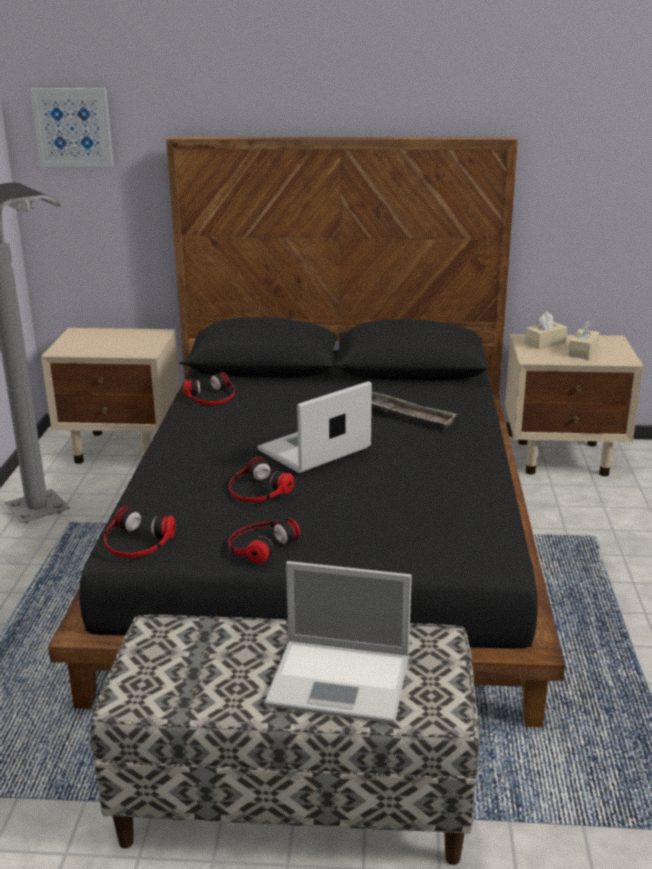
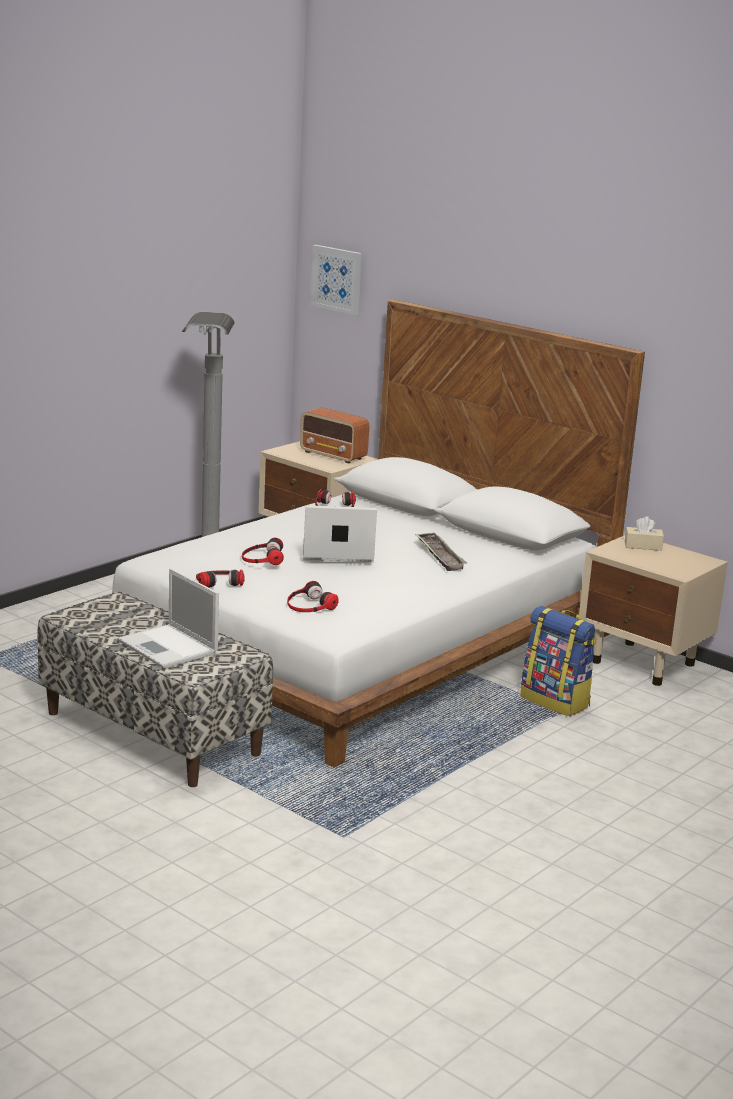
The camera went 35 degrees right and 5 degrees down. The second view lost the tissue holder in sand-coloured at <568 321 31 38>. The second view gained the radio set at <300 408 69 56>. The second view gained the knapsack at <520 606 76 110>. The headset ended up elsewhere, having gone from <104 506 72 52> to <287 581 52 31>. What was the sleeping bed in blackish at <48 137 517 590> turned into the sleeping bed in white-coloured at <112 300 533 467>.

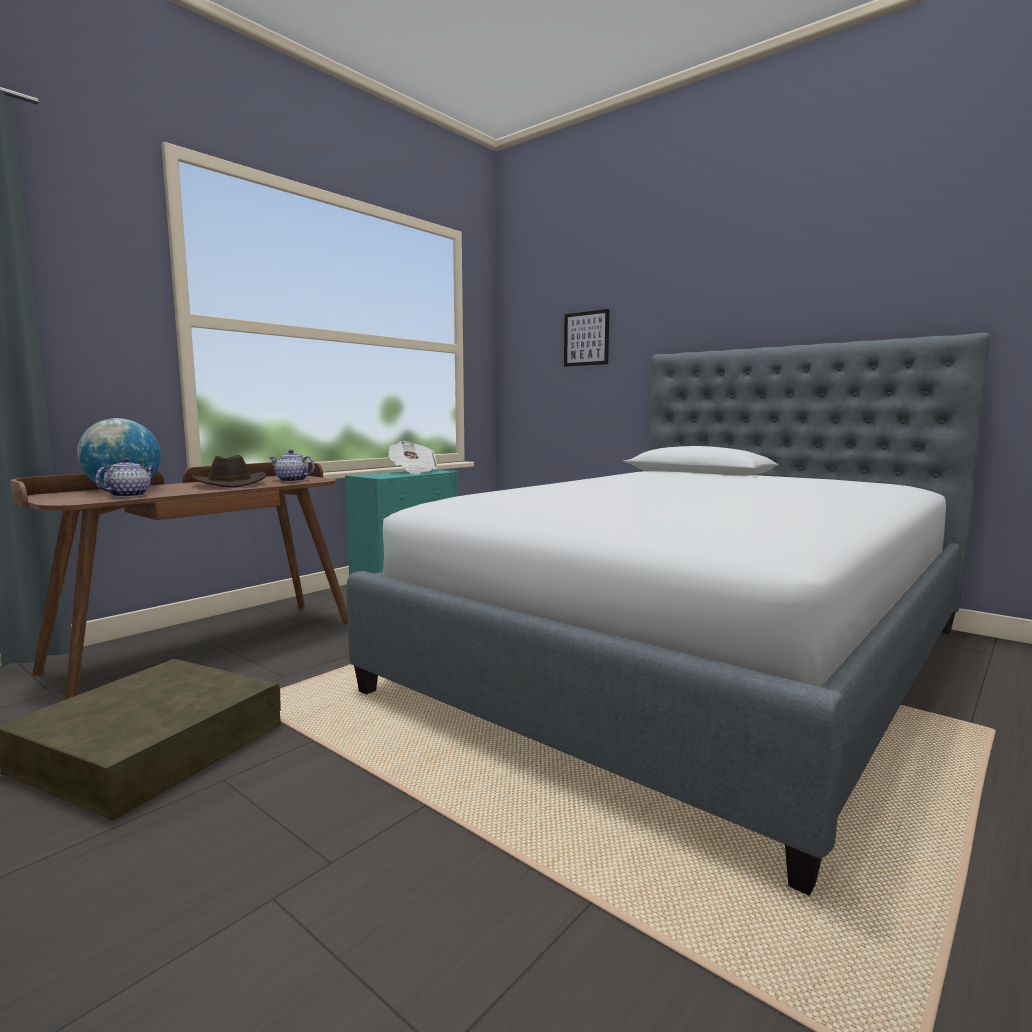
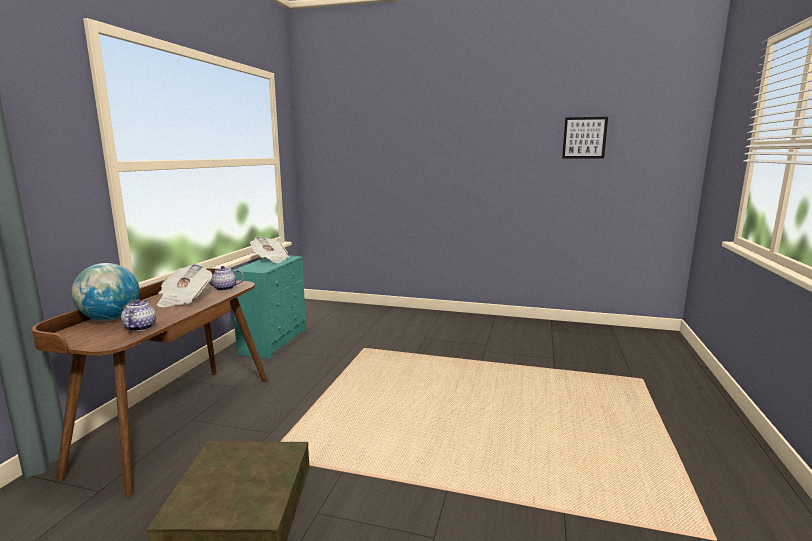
The camera went 25 degrees left and 5 degrees up. The second view lost the sleeping bed at <347 333 643 563>. The wall picture ended up elsewhere, having gone from <564 309 45 58> to <562 117 46 42>. Where the clothing hat in brown stood at <191 455 75 33>, the daily paper came to stand at <157 264 55 43>.

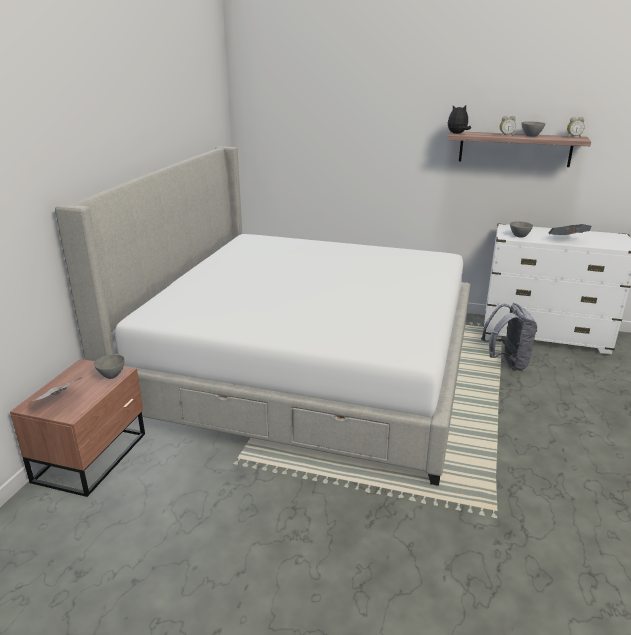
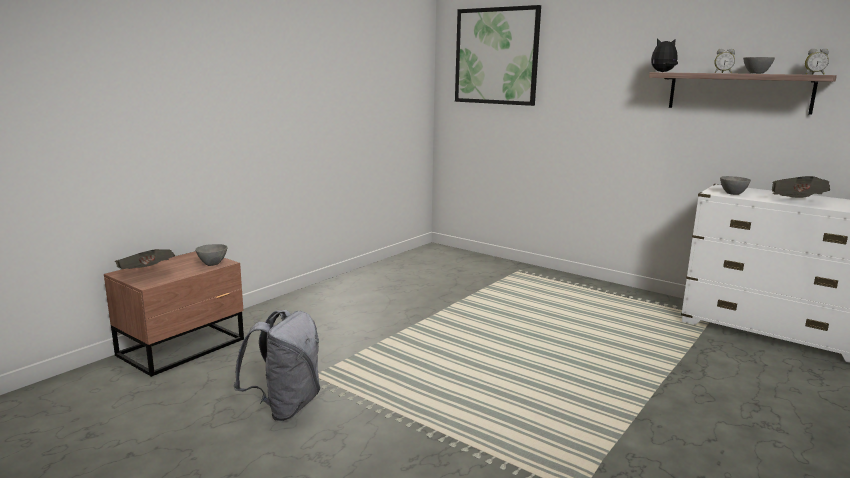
The camera went 20 degrees right and 10 degrees down. The second view lost the sleeping bed at <55 146 415 340>. The second view gained the wall picture at <455 5 86 101>. The knapsack in grey ended up elsewhere, having gone from <481 303 56 68> to <234 310 86 111>.

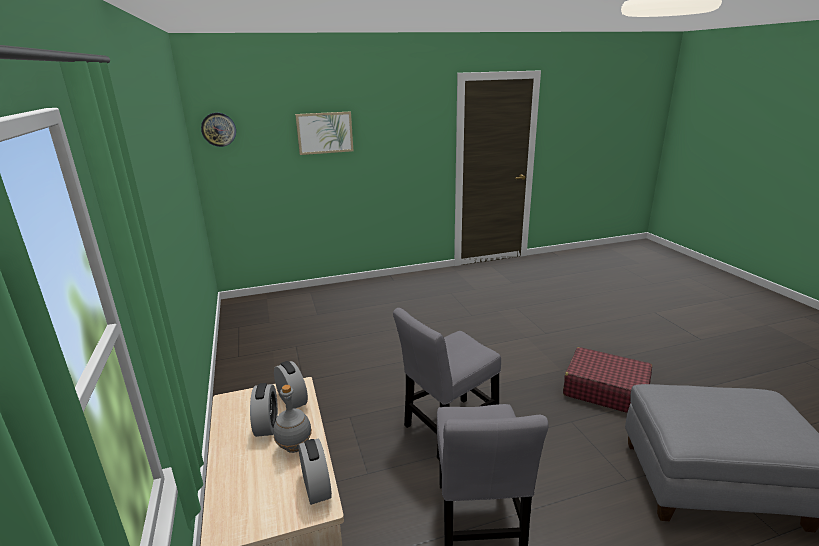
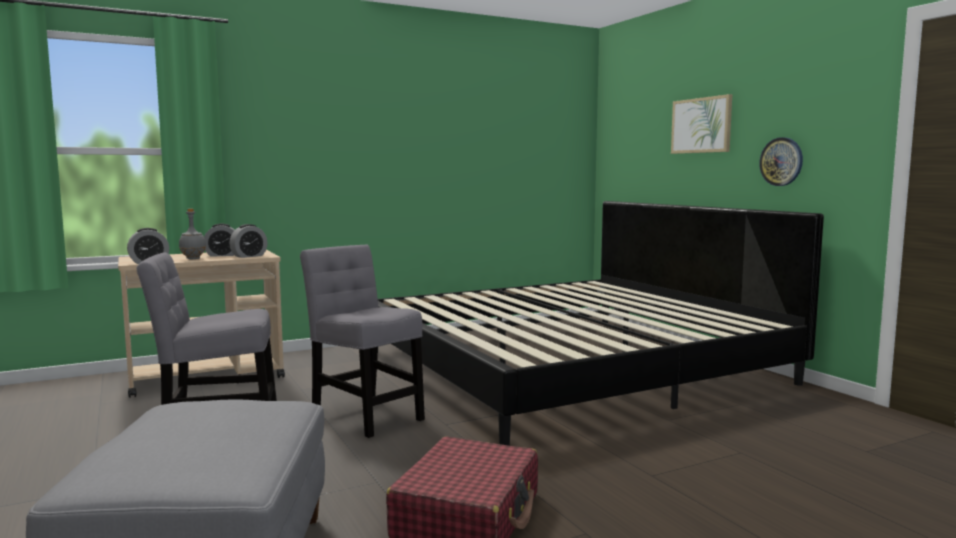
The camera went 80 degrees right and 15 degrees down. The second view gained the sleeping bed at <378 201 446 245>. The wall clock ended up elsewhere, having gone from <201 113 35 34> to <759 137 44 49>.

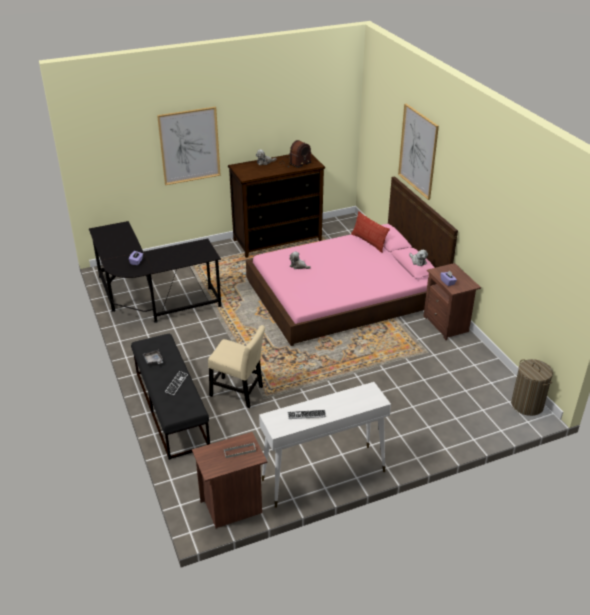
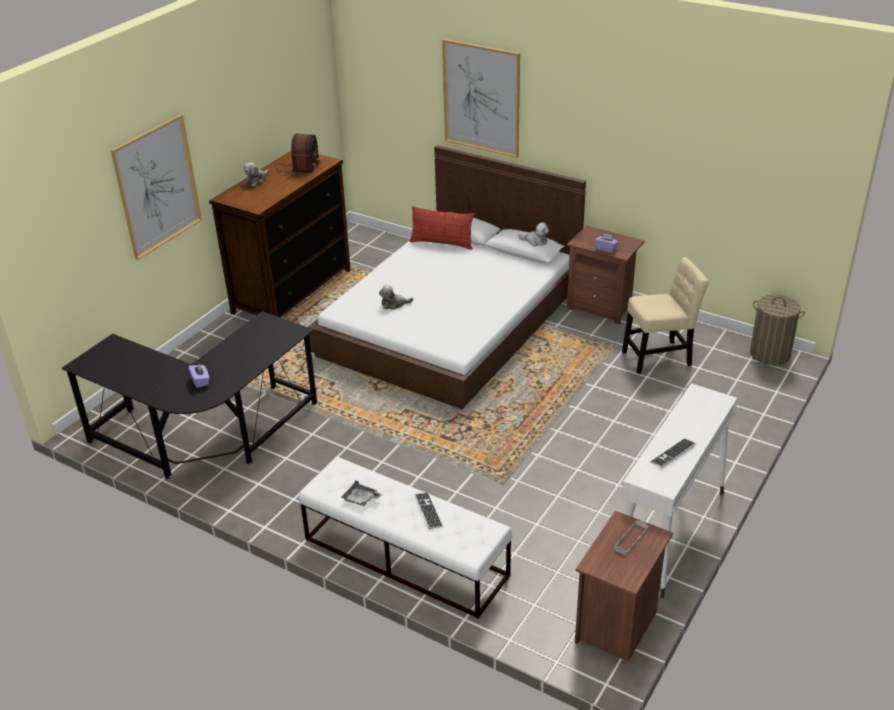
The camera went 35 degrees left and 0 degrees up. The upright chair in sand-coloured ended up elsewhere, having gone from <208 325 57 83> to <622 257 87 117>. What was the long seat in blackish at <131 334 79 126> turned into the long seat in white-coloured at <299 457 213 162>. What was the sleeping bed in pink at <246 176 212 170> turned into the sleeping bed in white-coloured at <308 145 278 264>.

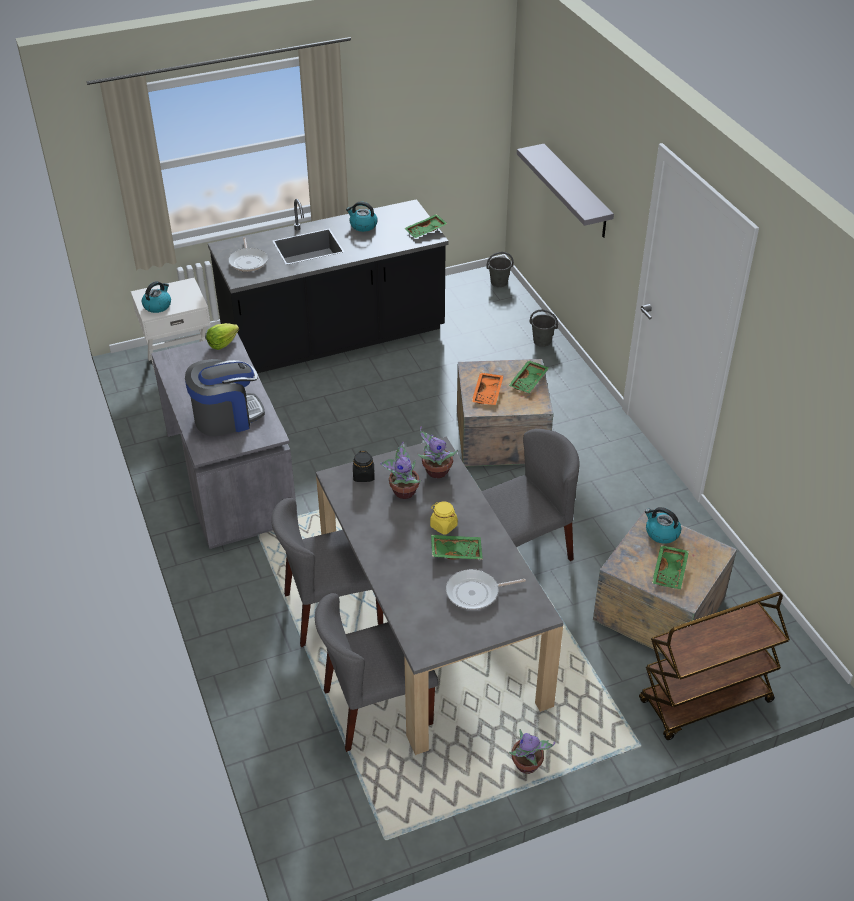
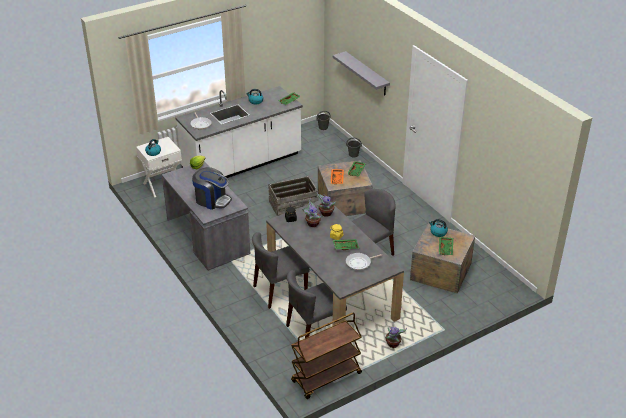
The camera went 10 degrees left and 5 degrees down. The second view gained the packing crate at <268 176 50 40>. The trolley in brown ended up elsewhere, having gone from <639 592 151 148> to <291 313 71 86>. What was the kitchen base unit in blackish at <208 199 241 174> turned into the kitchen base unit in white-coloured at <176 86 127 92>. The coffee maker at <185 359 80 78> ended up facing another way, 60 degrees clockwise from before.

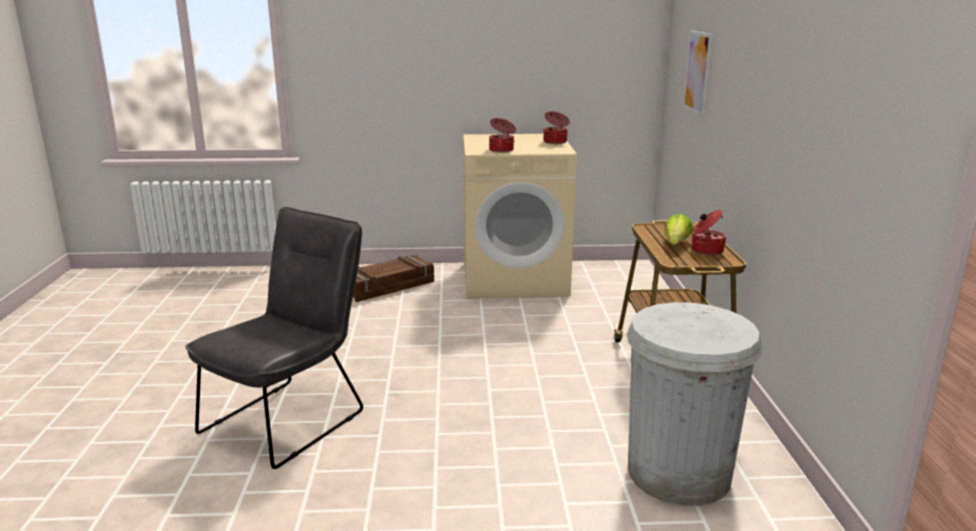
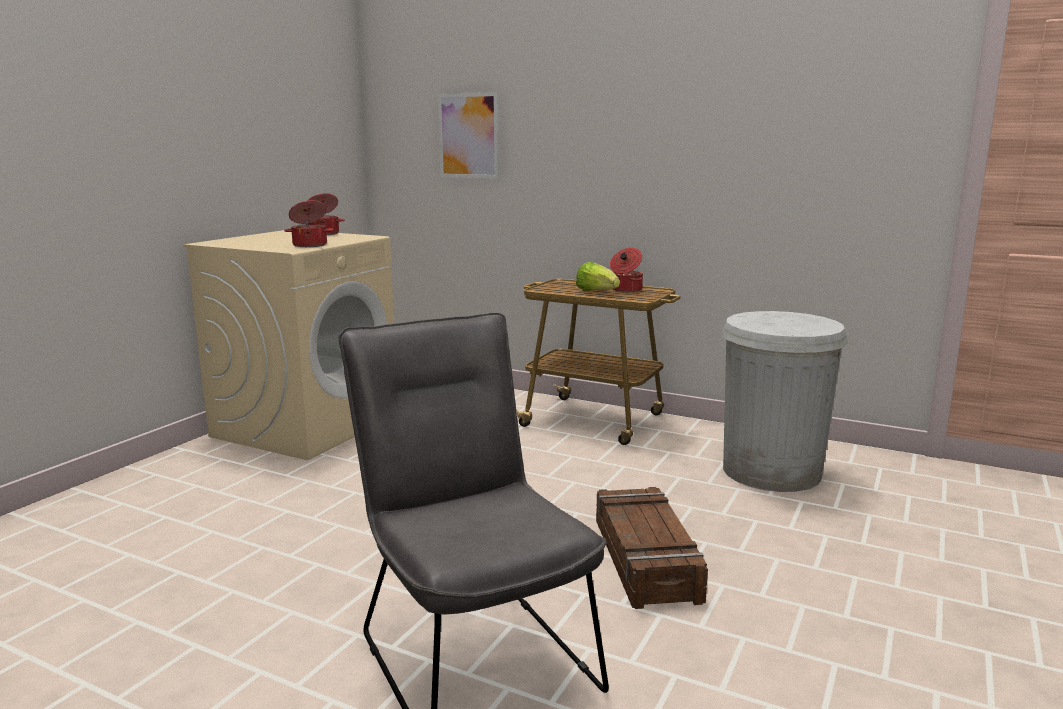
The camera went 60 degrees left and 5 degrees down. The packing crate ended up elsewhere, having gone from <353 255 81 47> to <596 487 112 122>.

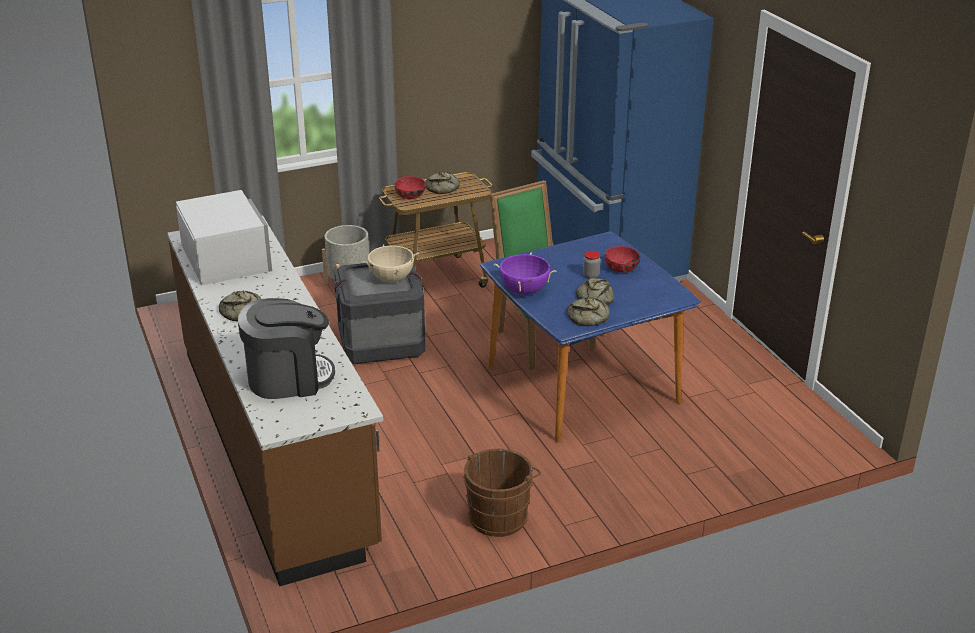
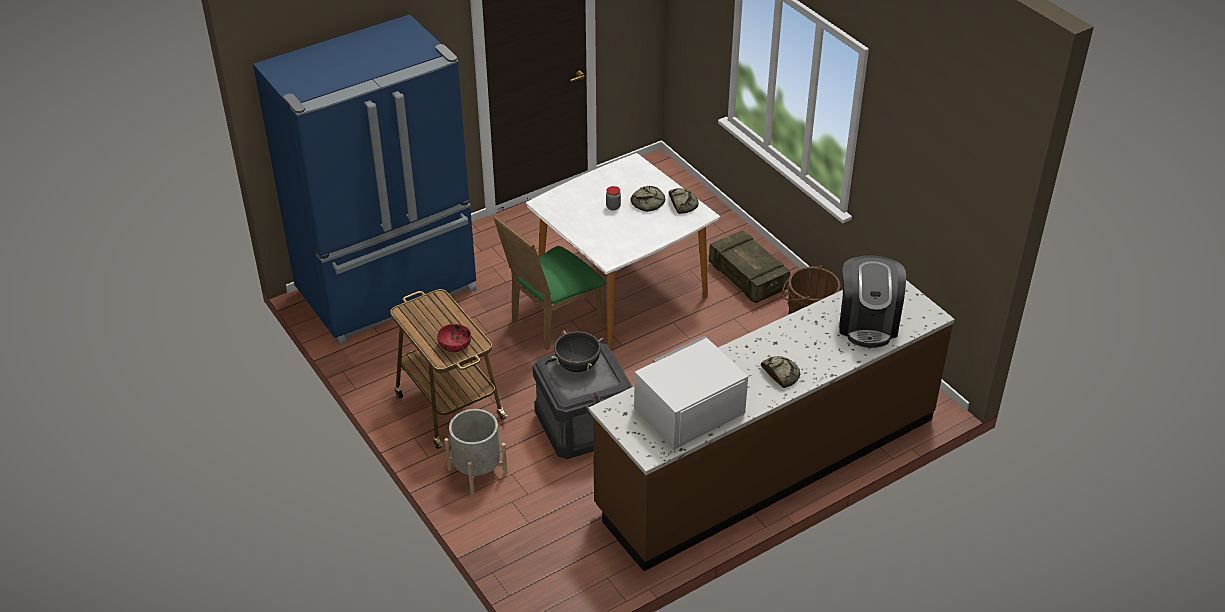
The camera went 100 degrees left and 10 degrees up. The second view lost the bakery bread at <425 172 35 22>. The second view lost the cooking pot in purplish at <494 253 62 42>. The second view lost the deep dish in red at <605 246 35 27>. The second view gained the packing crate at <709 230 81 73>. What was the cooking pot in sand-coloured at <363 244 56 38> turned into the cooking pot in blackish at <551 330 52 42>. What was the kitchen table in bluish at <480 231 221 211> turned into the kitchen table in white-coloured at <526 153 194 195>. The coffee maker at <238 298 97 101> ended up facing another way, 150 degrees counterclockwise from before.

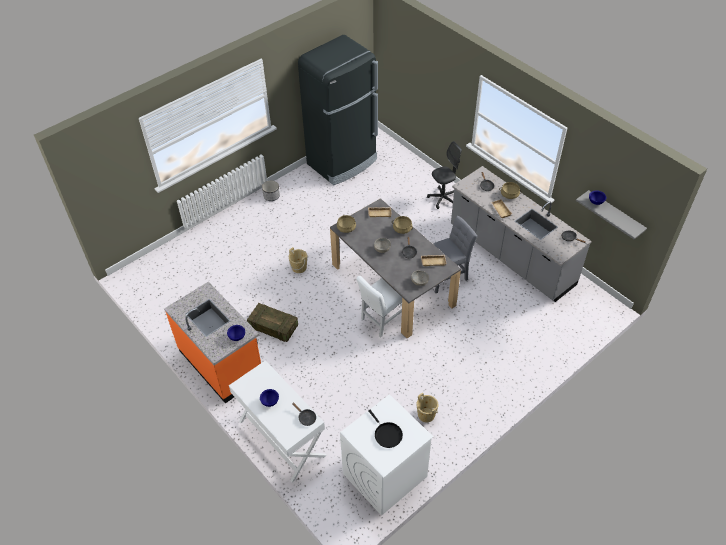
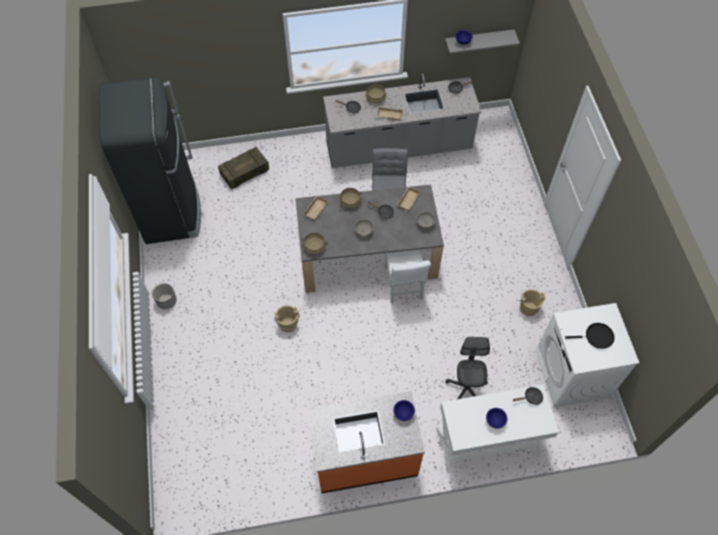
The camera went 60 degrees left and 10 degrees up. The packing crate ended up elsewhere, having gone from <247 303 51 39> to <218 147 51 42>. The desk chair in grey ended up elsewhere, having gone from <427 141 35 68> to <445 337 45 62>.

